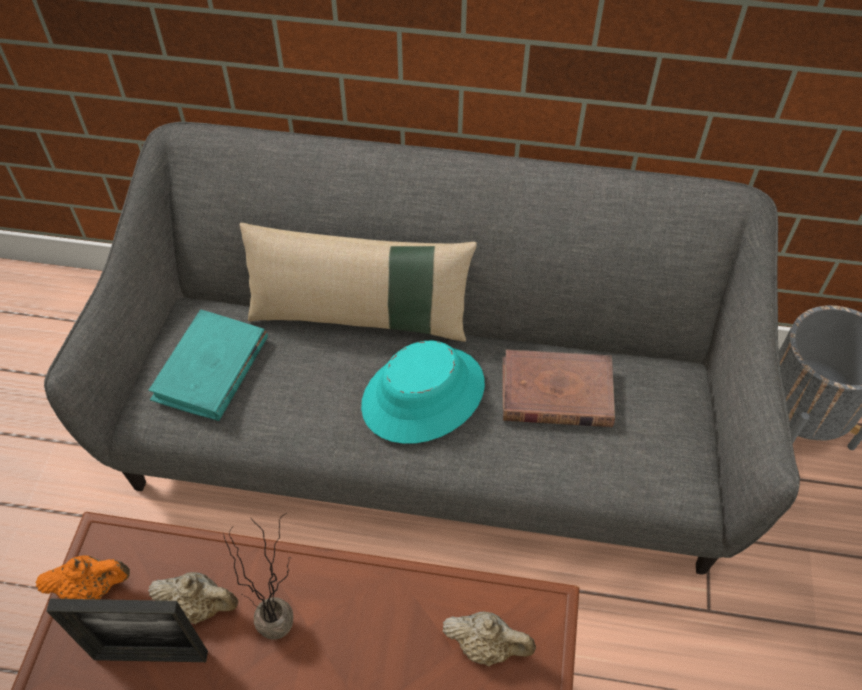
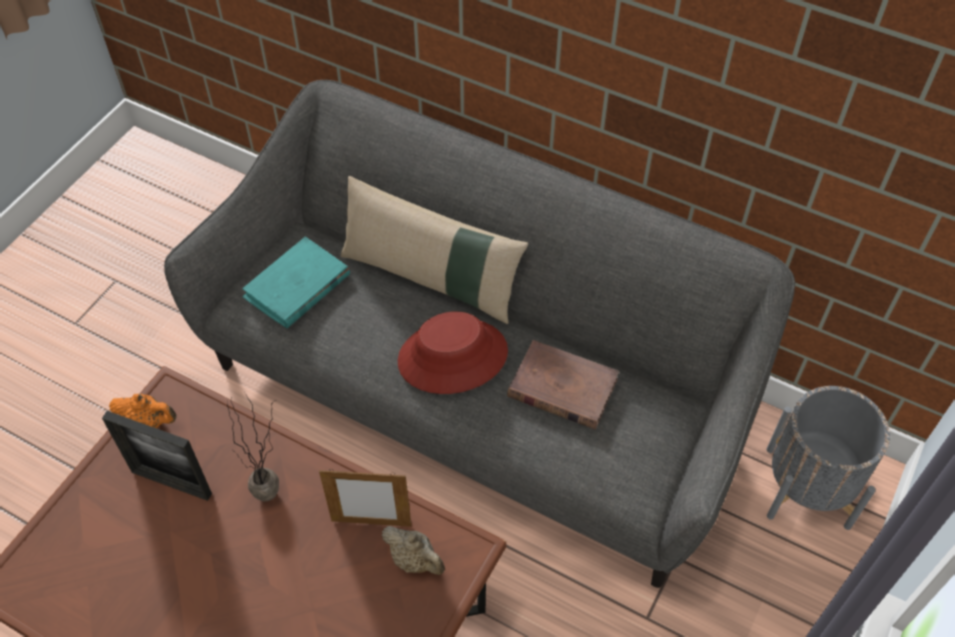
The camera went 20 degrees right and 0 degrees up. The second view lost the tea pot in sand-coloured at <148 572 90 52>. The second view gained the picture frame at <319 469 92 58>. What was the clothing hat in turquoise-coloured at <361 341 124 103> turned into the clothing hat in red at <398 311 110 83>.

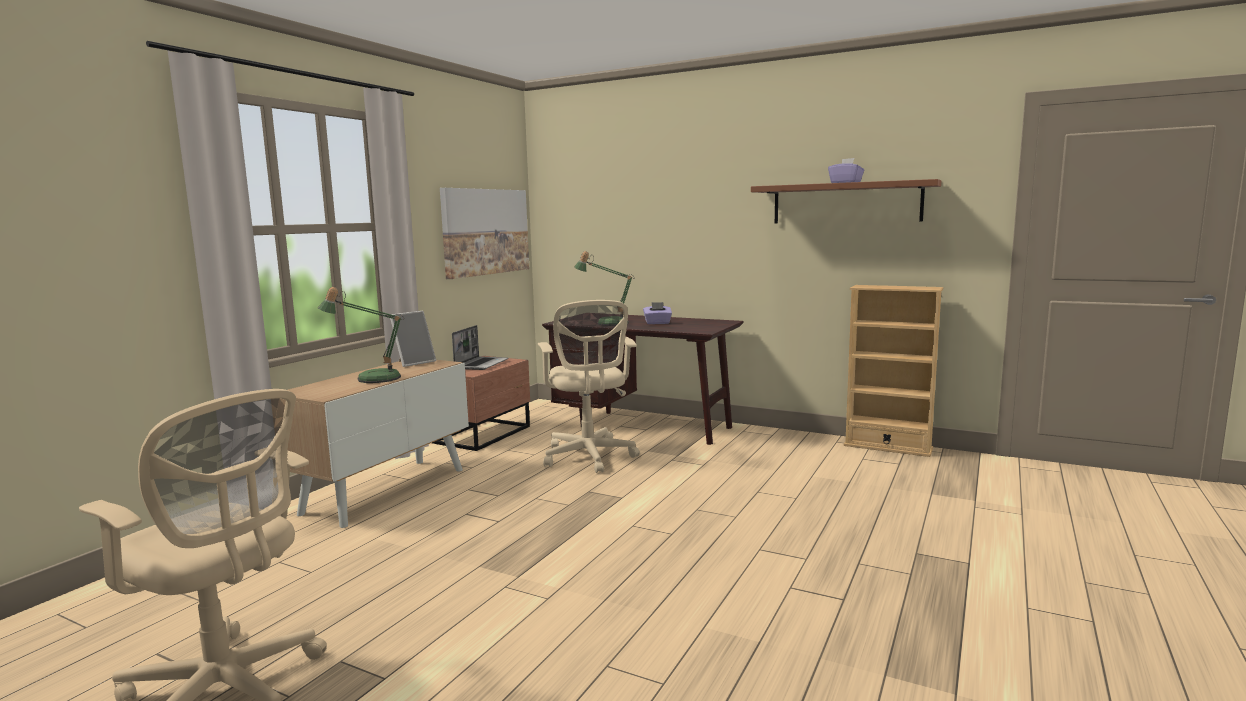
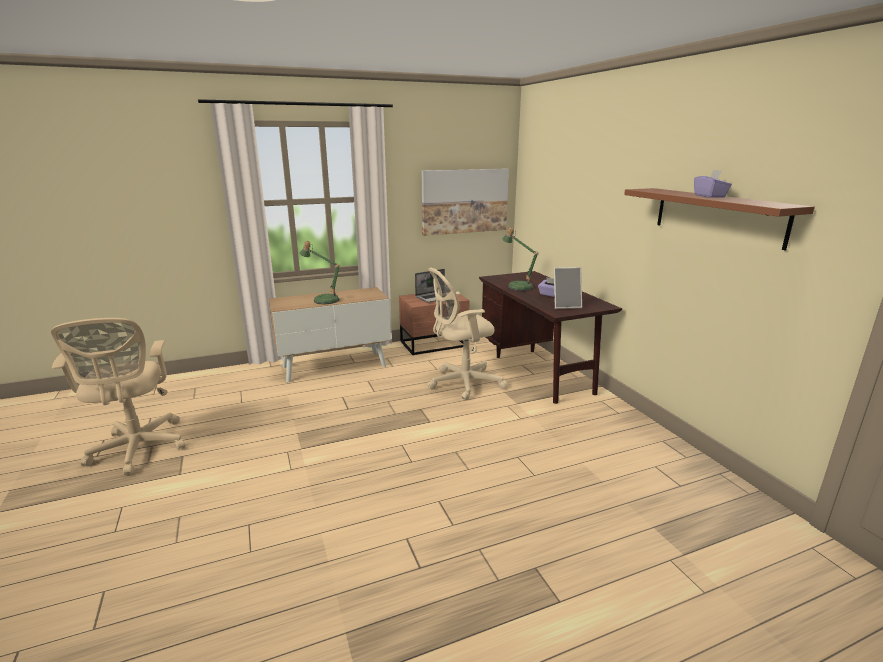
The camera went 40 degrees right and 10 degrees up. The second view lost the shelving unit in sand-coloured at <844 285 99 172>. The picture frame ended up elsewhere, having gone from <390 311 46 56> to <554 267 28 42>. The desk chair in sand-coloured at <538 300 102 173> ended up facing another way, 45 degrees clockwise from before.

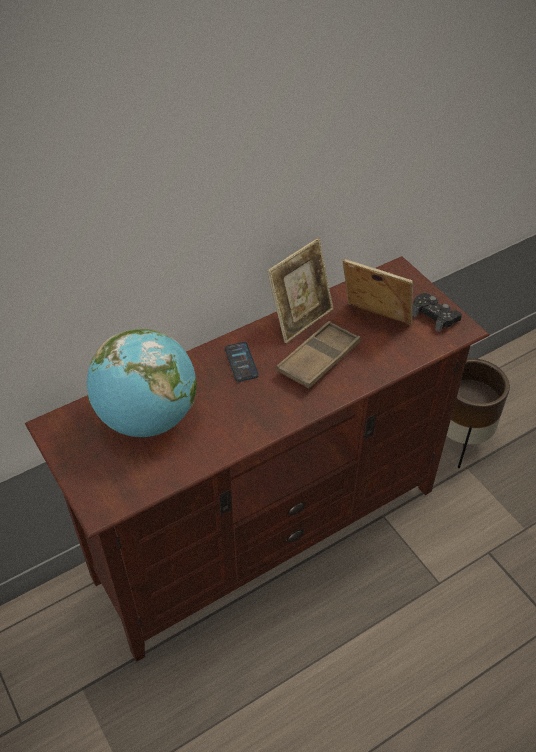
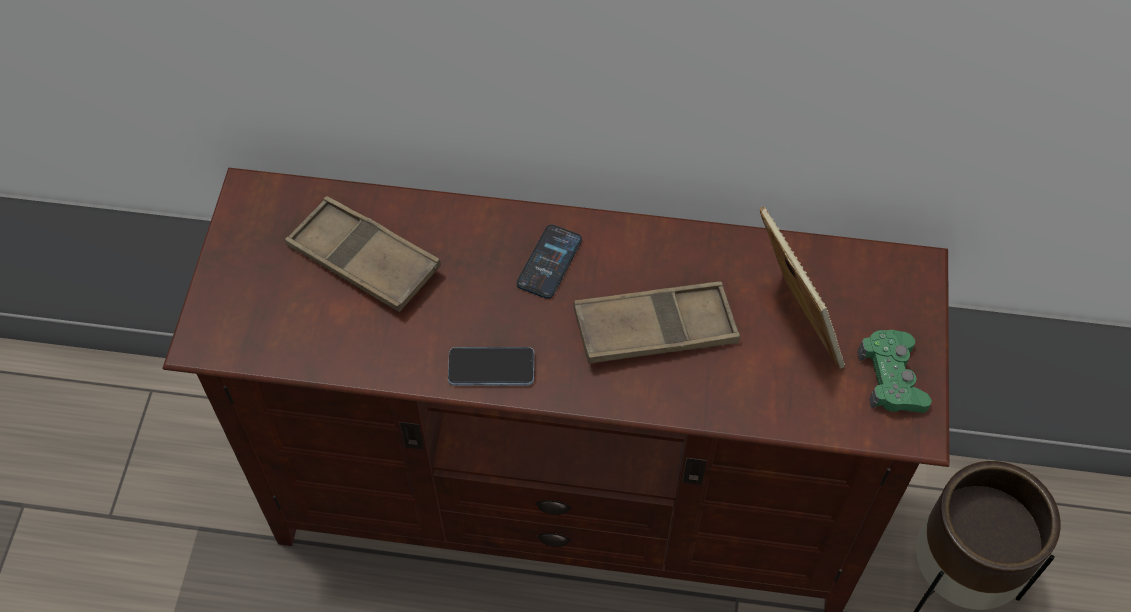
The camera went 40 degrees right and 10 degrees up. The second view lost the picture frame at <267 238 67 105>. The second view gained the handset at <448 347 86 39>. Where the globe stood at <87 329 110 108>, the carrying tray in brown came to stand at <285 196 156 116>. What was the game controller in blackish at <412 293 50 39> turned into the game controller in greenish at <857 330 75 83>.

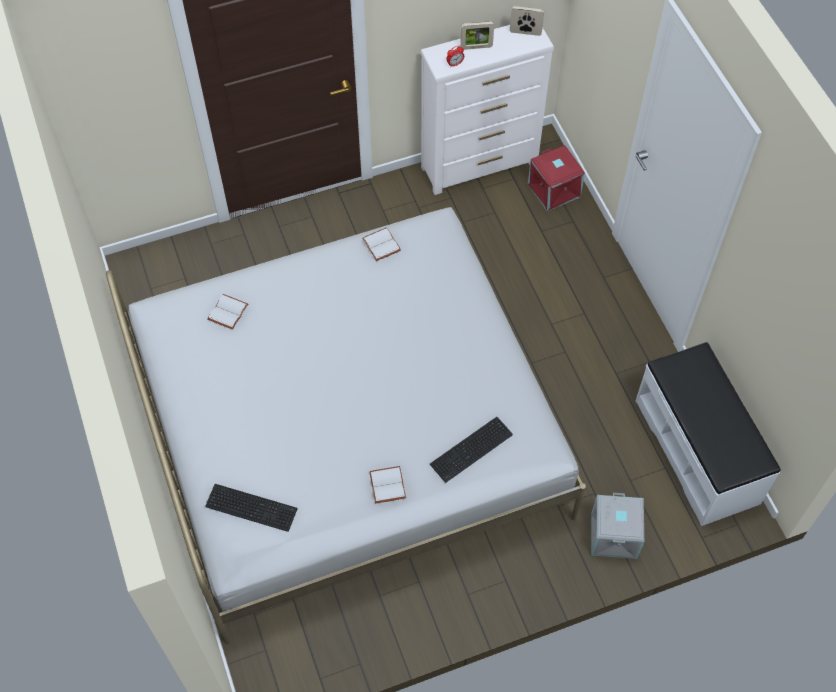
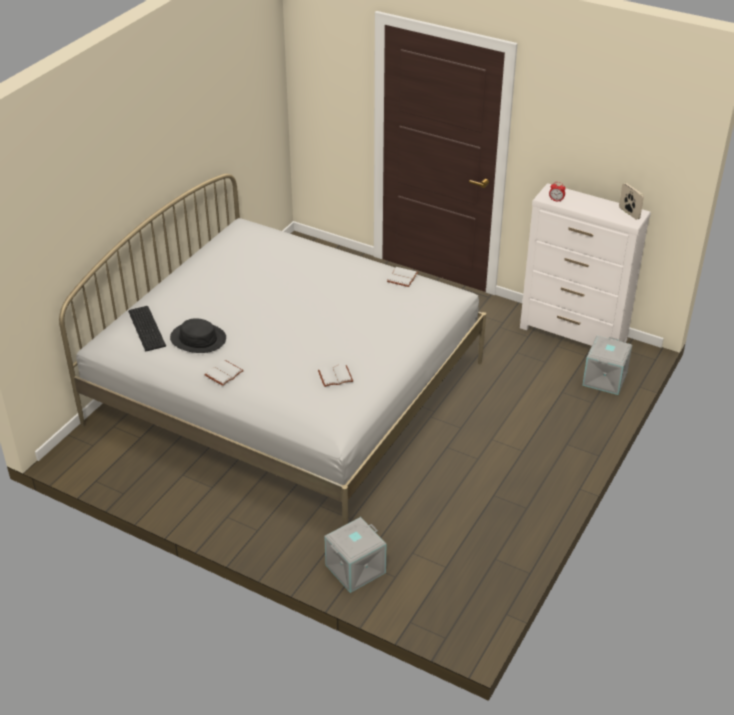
The camera went 50 degrees right and 20 degrees down. The second view lost the PC keyboard at <430 417 83 66>. The second view lost the picture frame at <460 21 34 29>. The second view lost the long seat in white-coloured at <636 342 145 184>. The second view gained the clothing hat in blackish at <170 318 56 35>. The volume in white-coloured ended up elsewhere, having gone from <208 294 40 35> to <318 364 35 23>. What was the storage box in red at <528 145 57 66> turned into the storage box in grey at <582 336 50 59>.

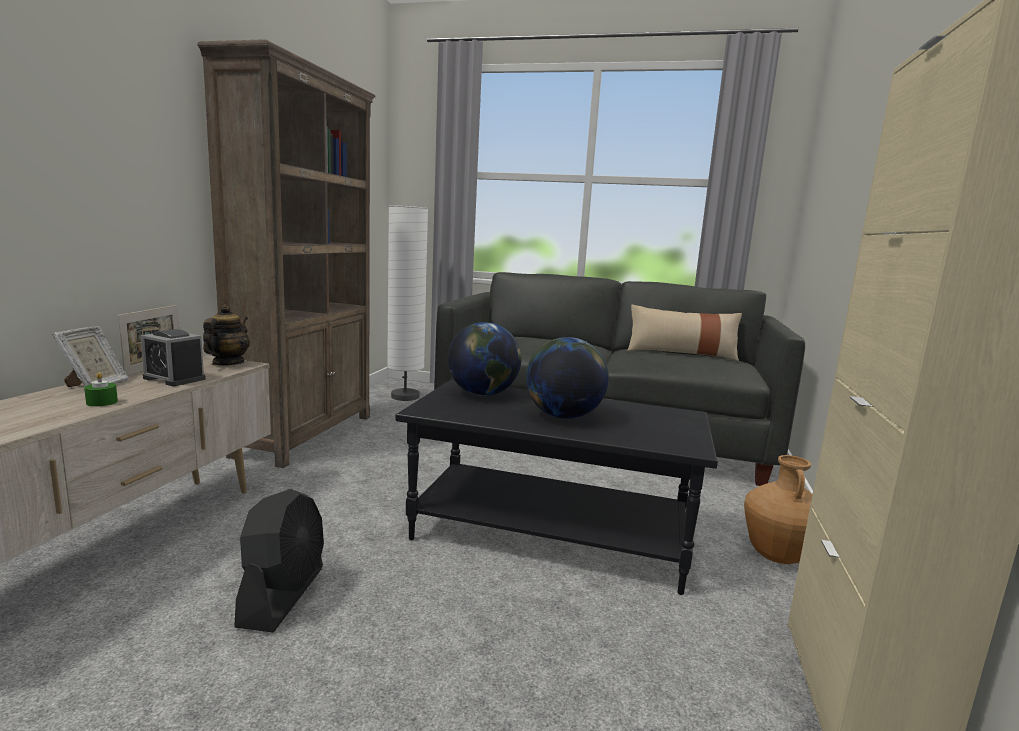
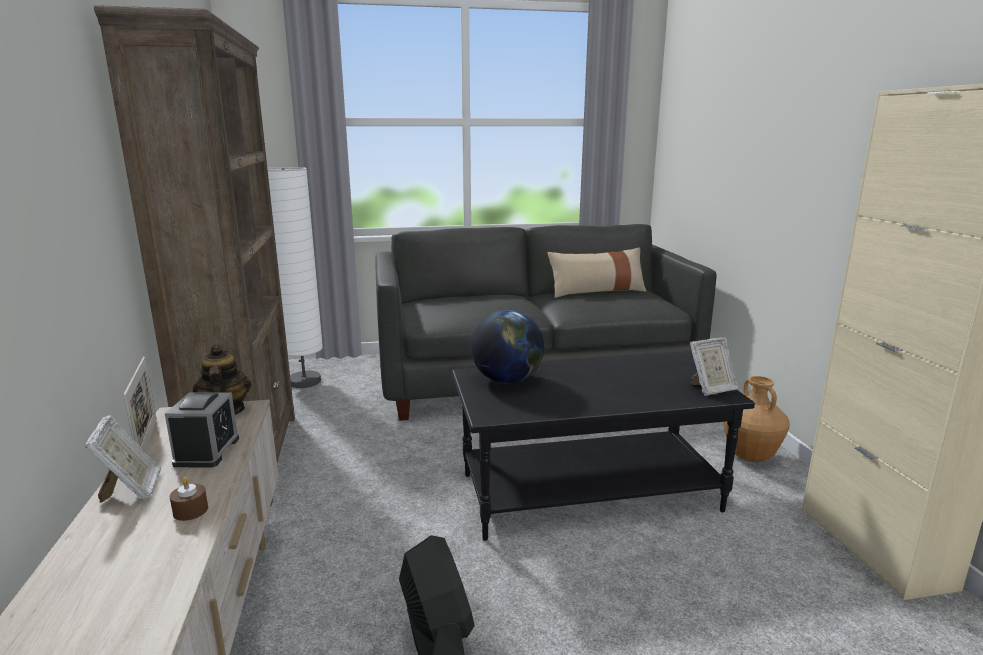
The camera went 25 degrees left and 5 degrees up. The second view lost the globe at <526 337 83 82>. The second view gained the picture frame at <690 338 48 58>. What was the wax light in greenish at <84 372 34 35> turned into the wax light in brown at <170 477 38 44>. The alarm clock at <140 329 66 57> ended up facing another way, 90 degrees counterclockwise from before.

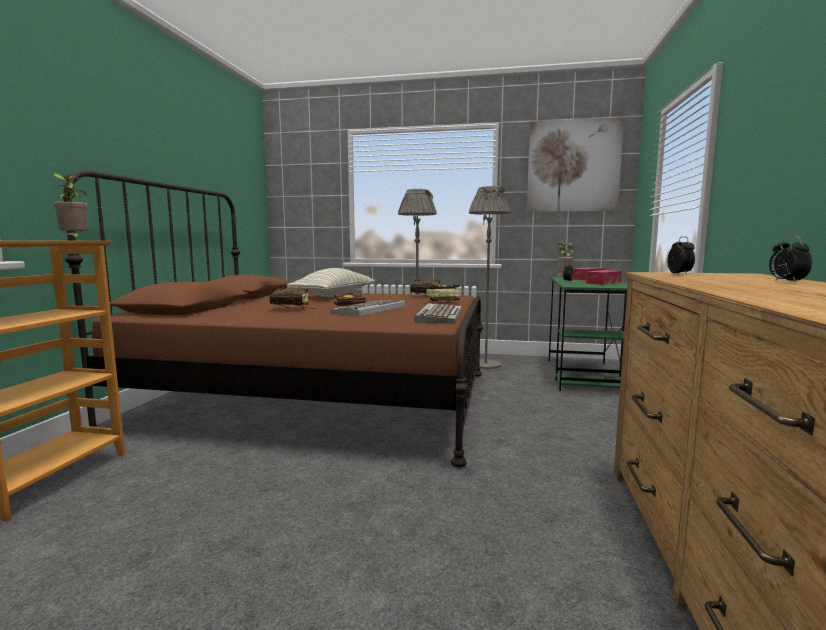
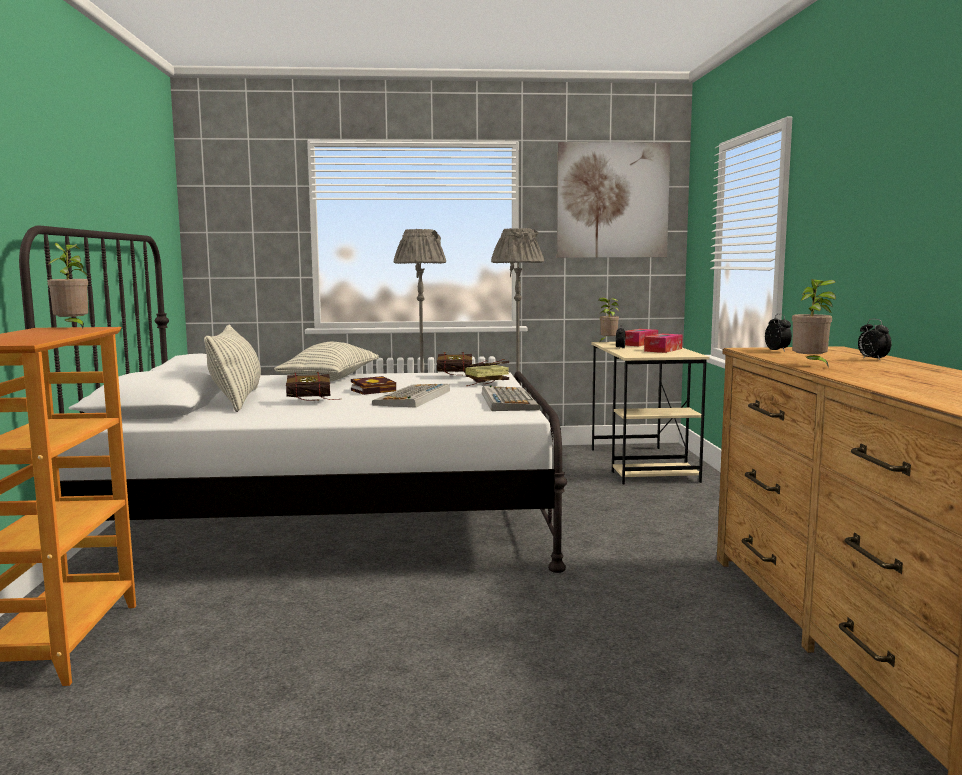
The camera went 15 degrees left and 0 degrees up. The second view gained the throw pillow at <204 324 57 88>. The second view gained the potted plant at <792 279 44 89>. What was the sleeping bed in brown at <63 170 420 297> turned into the sleeping bed in white-coloured at <19 225 548 348>. What was the desk in greenish at <548 277 79 114> turned into the desk in sand-coloured at <591 342 119 143>.

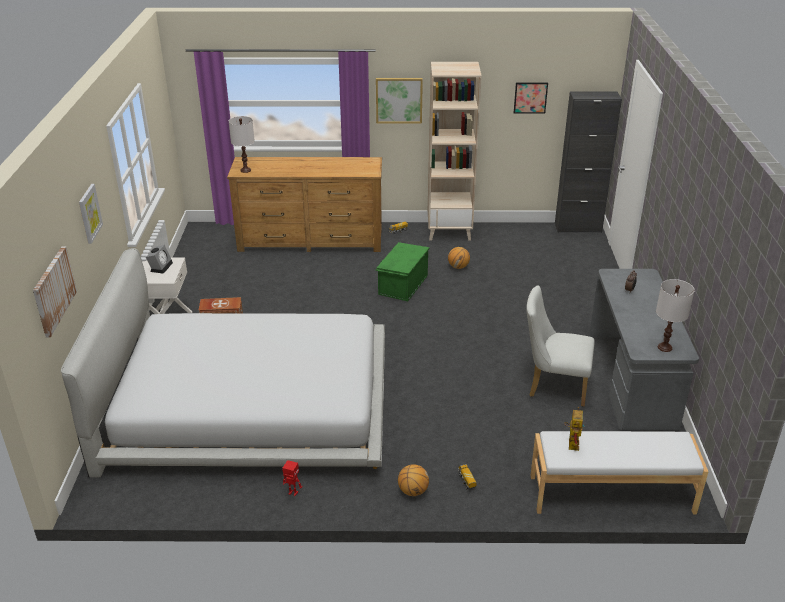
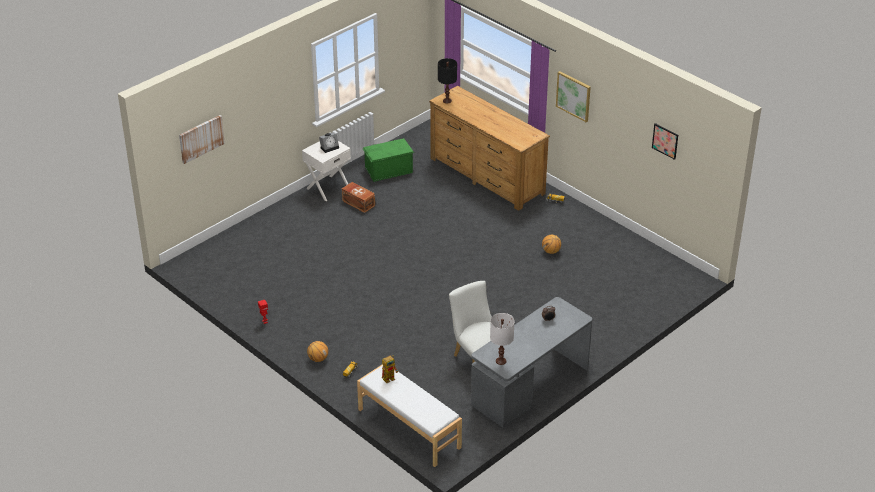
The camera went 45 degrees right and 5 degrees up. The second view lost the sleeping bed in white-coloured at <61 248 324 230>. The second view lost the wall picture at <79 184 24 60>. The second view lost the shelving unit in sand-coloured at <428 62 54 178>. The second view lost the cupboard in blackish at <555 92 67 141>. The storage box in greenish ended up elsewhere, having gone from <375 242 55 59> to <363 138 51 44>. What was the lamp for a table in white-coloured at <229 116 26 57> turned into the lamp for a table in blackish at <438 58 19 46>.

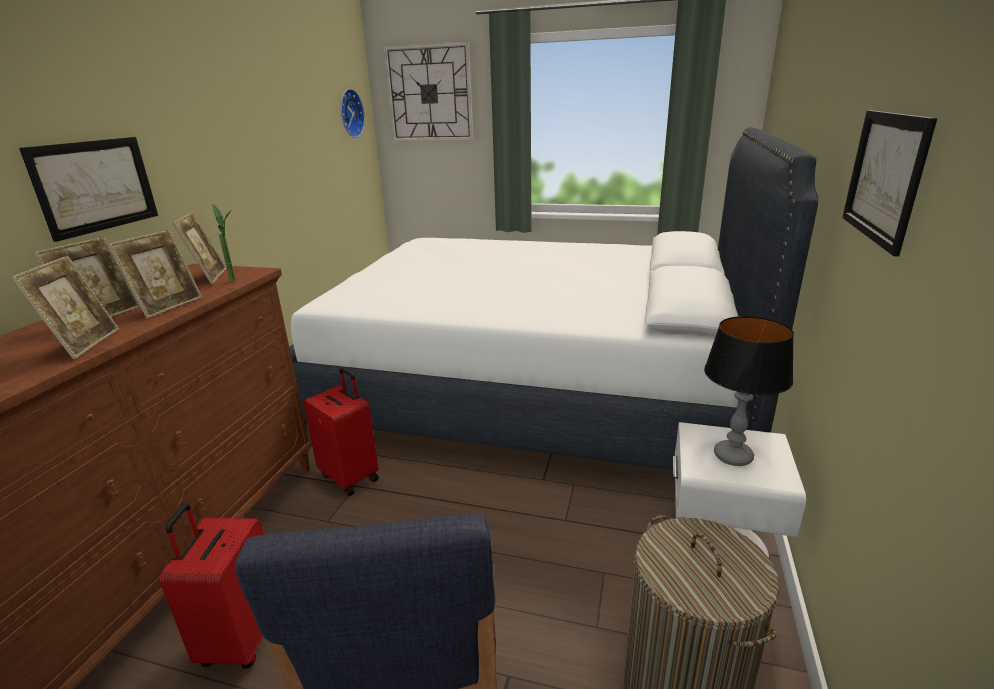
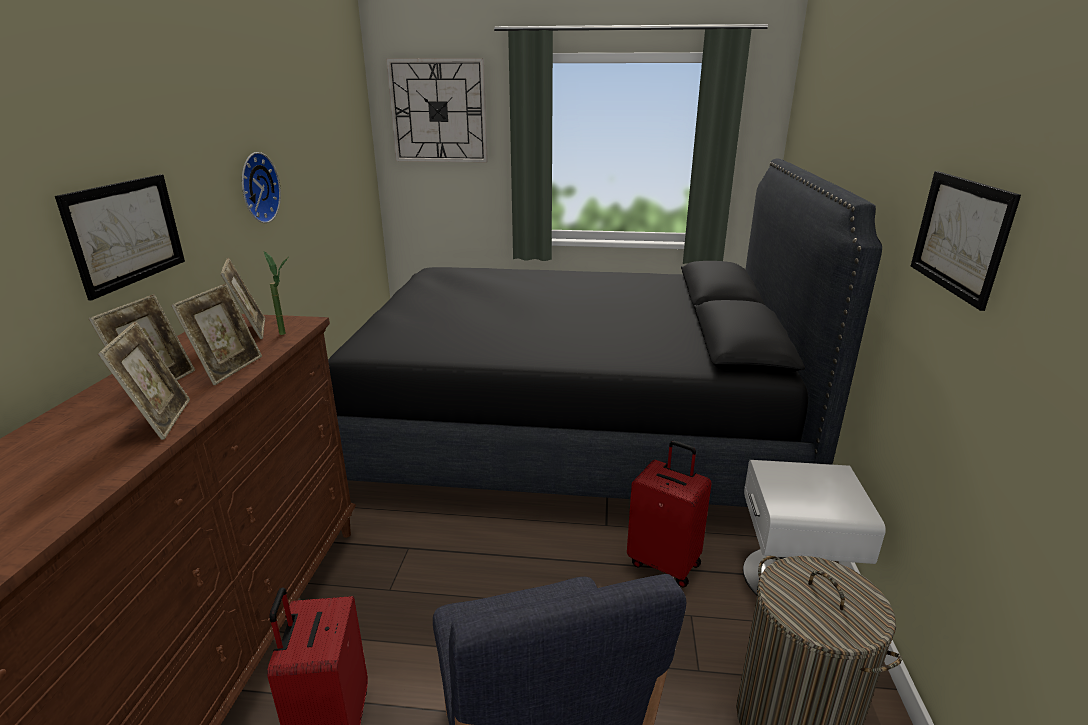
The camera went 10 degrees left and 0 degrees up. The second view lost the lamp for a table at <704 316 90 150>. The piece of luggage in red ended up elsewhere, having gone from <303 368 76 128> to <627 441 85 147>. The wall clock ended up elsewhere, having gone from <341 89 24 49> to <242 152 39 71>. What was the sleeping bed in white-coloured at <289 127 529 343> turned into the sleeping bed in blackish at <328 159 554 348>.

